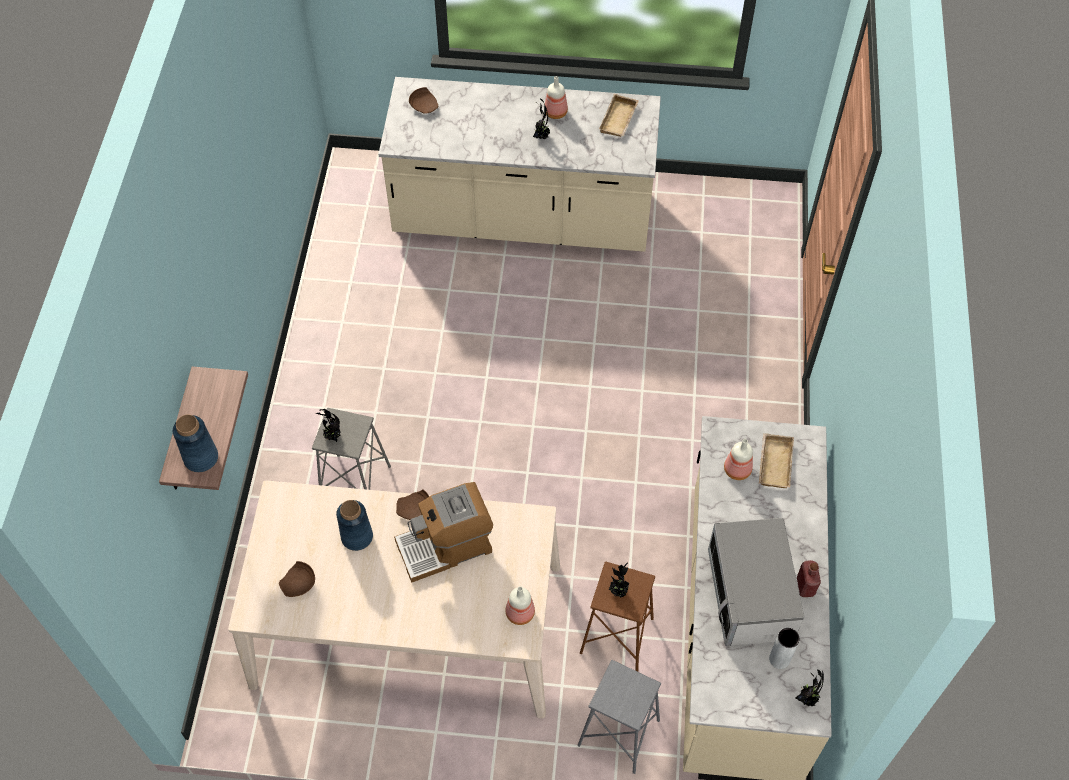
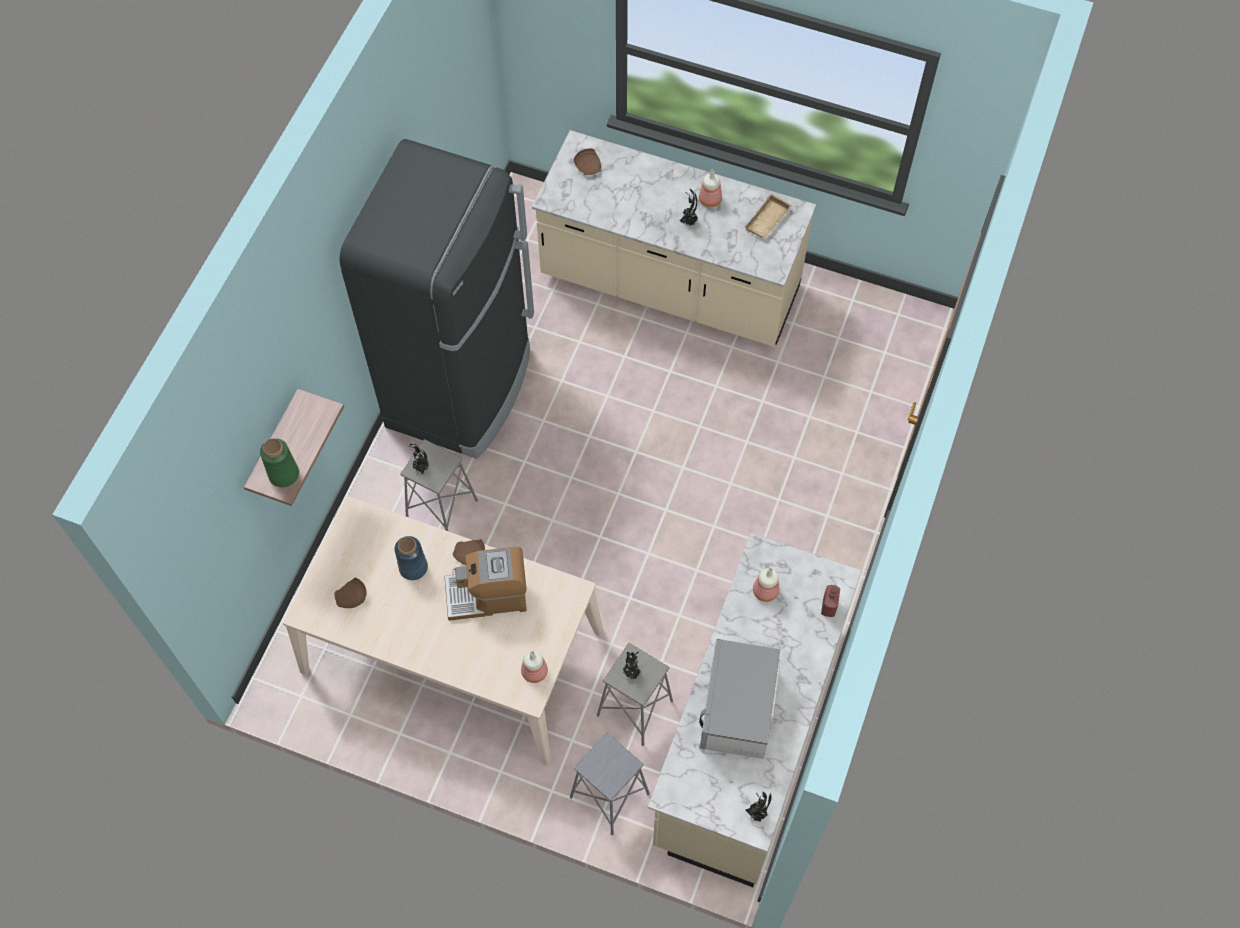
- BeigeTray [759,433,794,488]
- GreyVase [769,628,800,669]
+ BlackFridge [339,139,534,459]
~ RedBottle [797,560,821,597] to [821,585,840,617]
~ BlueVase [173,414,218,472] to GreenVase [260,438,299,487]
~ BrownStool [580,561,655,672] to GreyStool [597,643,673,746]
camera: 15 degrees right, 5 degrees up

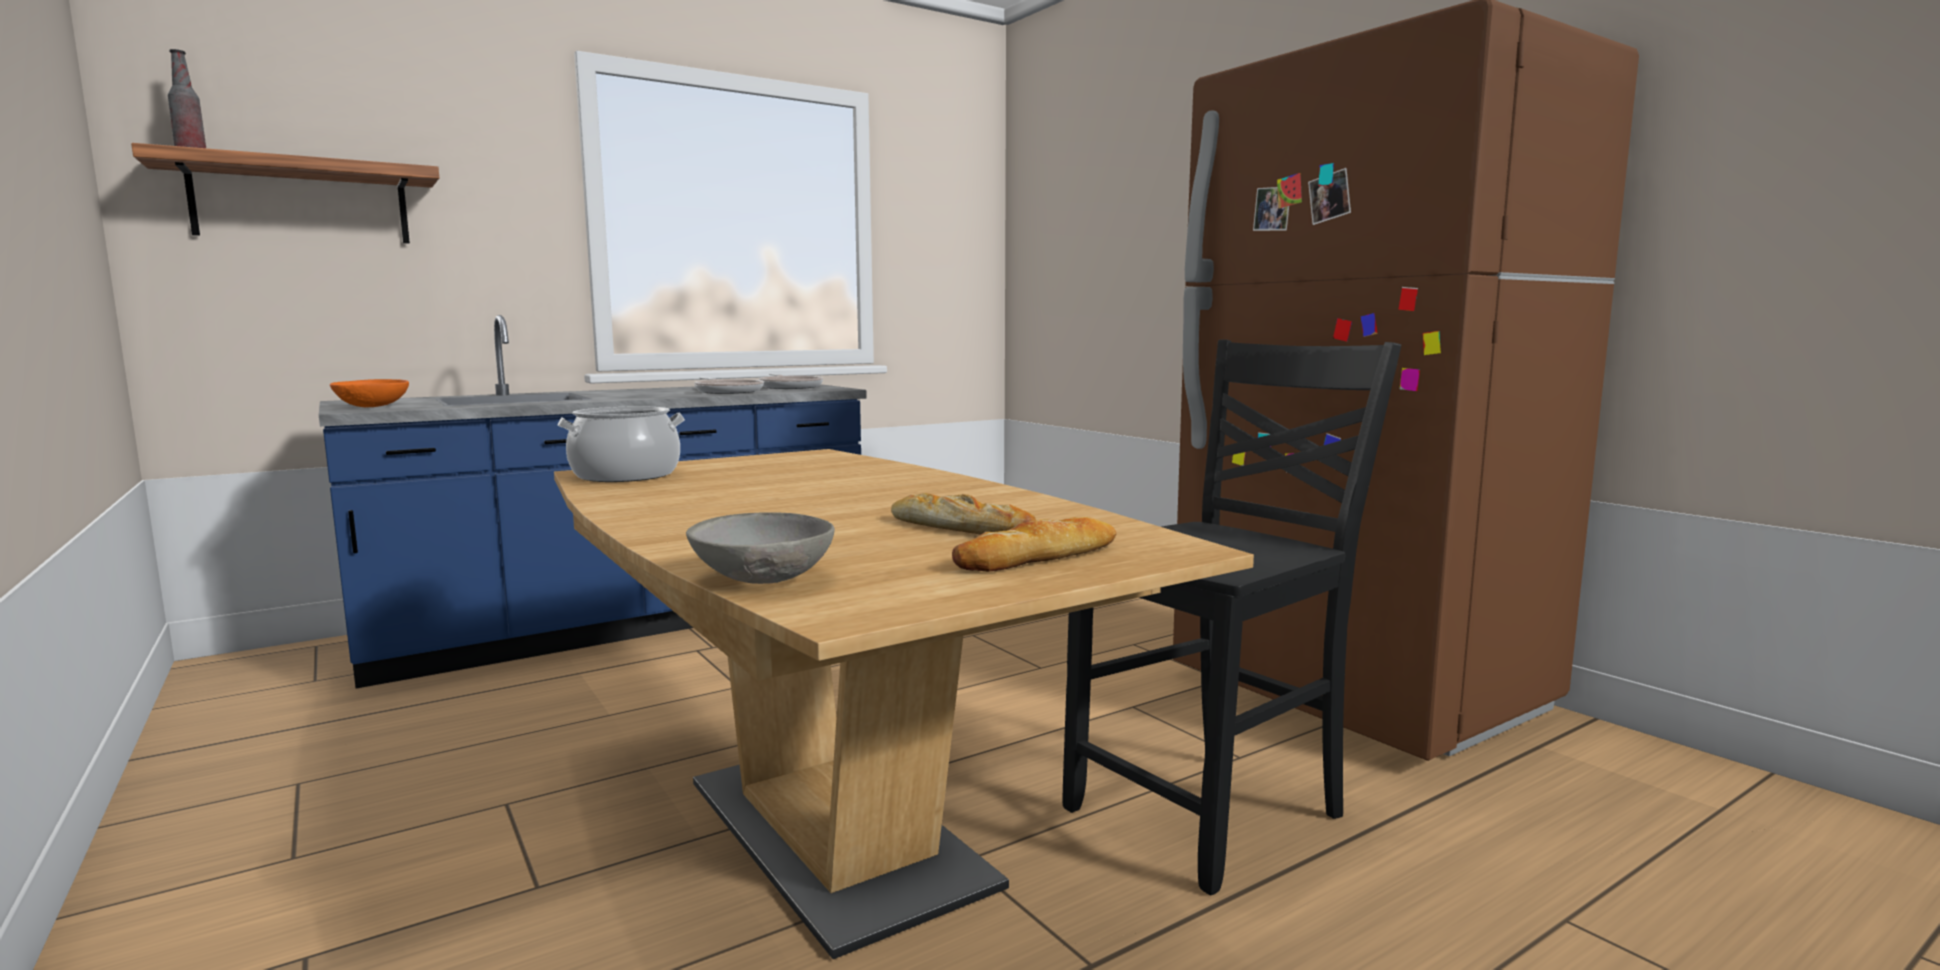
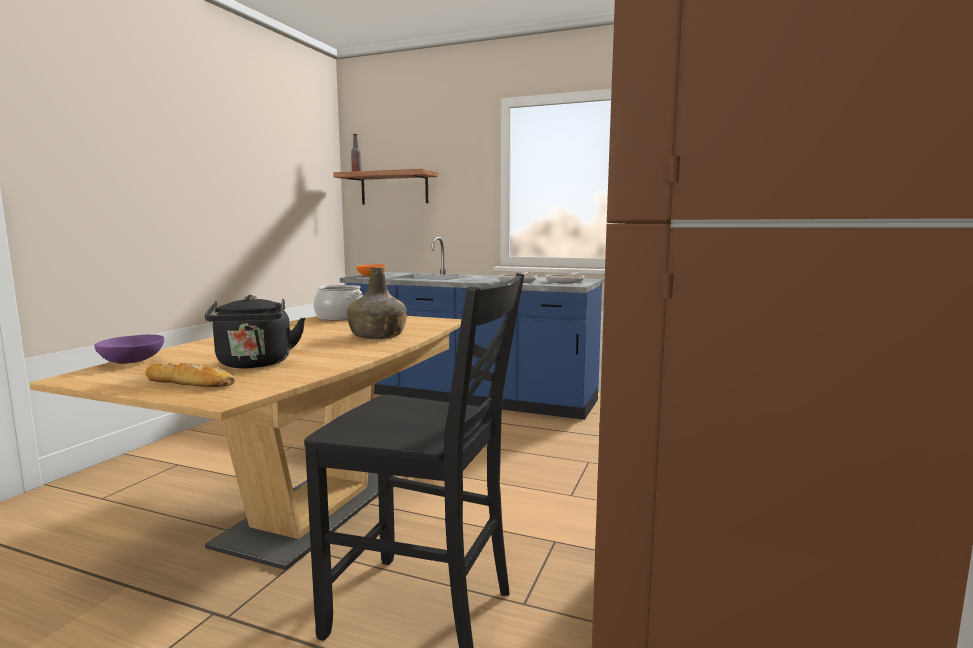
+ GreenBottle [347,267,407,339]
~ Bread [891,493,1036,534] to BlackKettle [205,295,305,368]
~ GreyBowl [686,512,835,584] to PurpleBowl [94,334,164,364]
camera: 55 degrees right, 0 degrees up

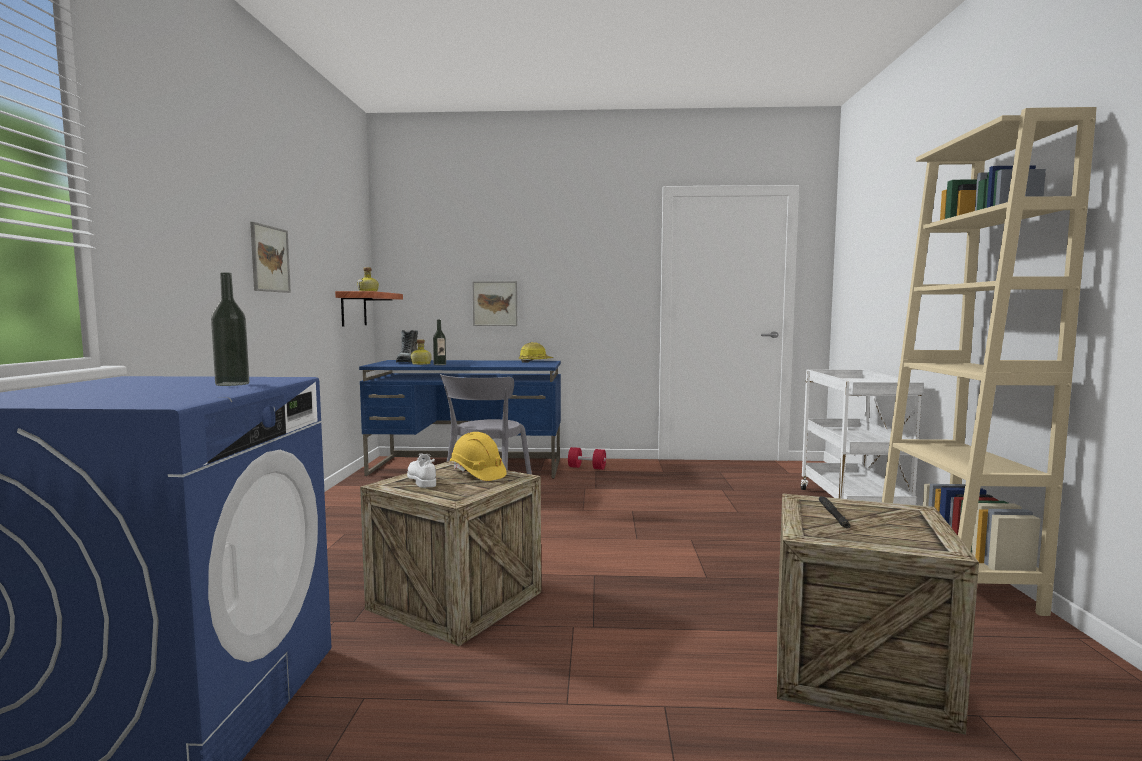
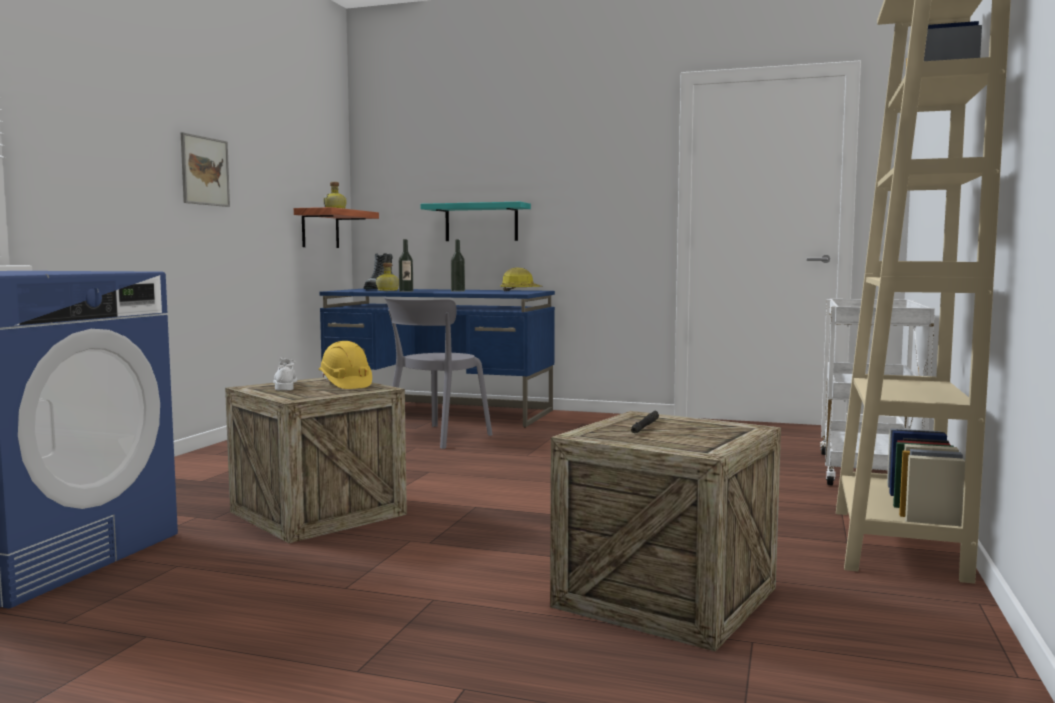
- RedDumbbell [568,447,606,470]
~ Bottle [211,272,249,386] to [451,239,465,292]
~ Picture [472,281,517,326] to TurquoiseShelf [420,202,531,241]
camera: 15 degrees right, 0 degrees up

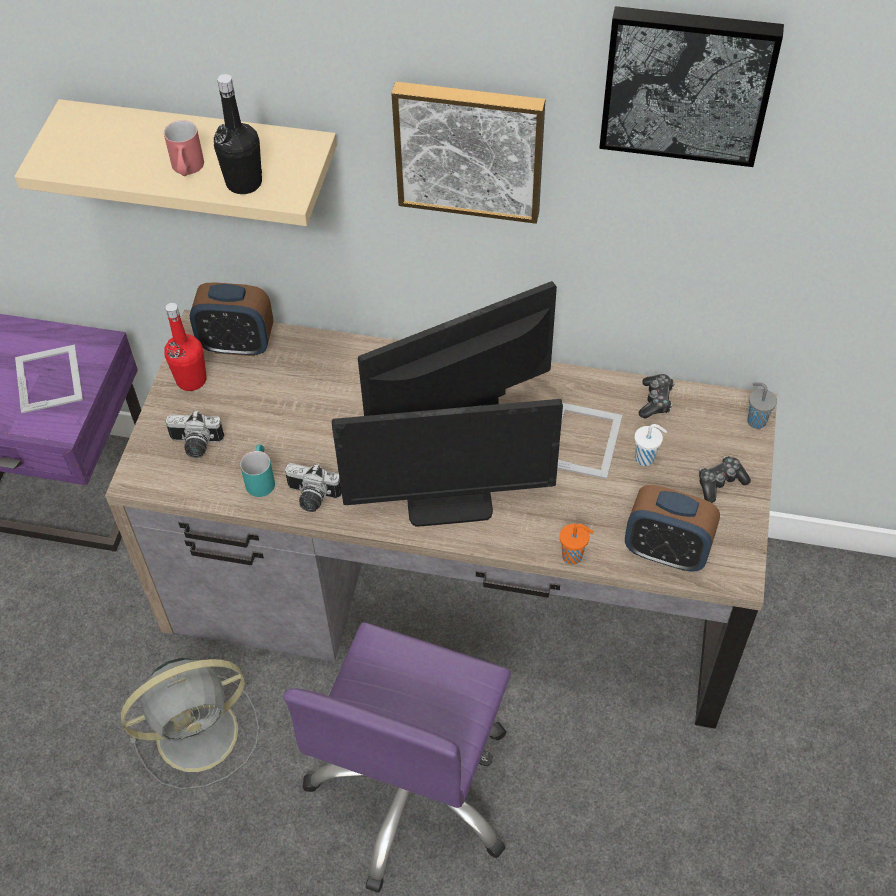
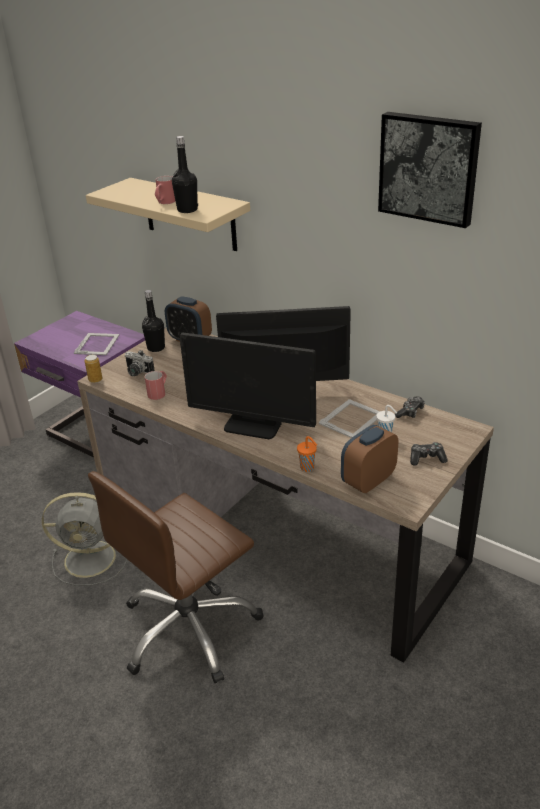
- PhotoCamera [285,463,342,512]
- Picture [391,82,545,224]
- GreyCup [747,383,777,429]
+ Can [85,355,102,383]
~ RedBottle [165,303,207,391] to BlackBottle [142,290,165,352]
~ TurquoiseMug [240,444,275,497] to RedMug [145,371,167,400]
~ PurpleOfficeChair [283,622,511,893] to BrownOfficeChair [88,471,264,684]
~ AlarmClock [625,485,720,571] = [341,425,398,493] 90 degrees clockwise
camera: 25 degrees right, 20 degrees down

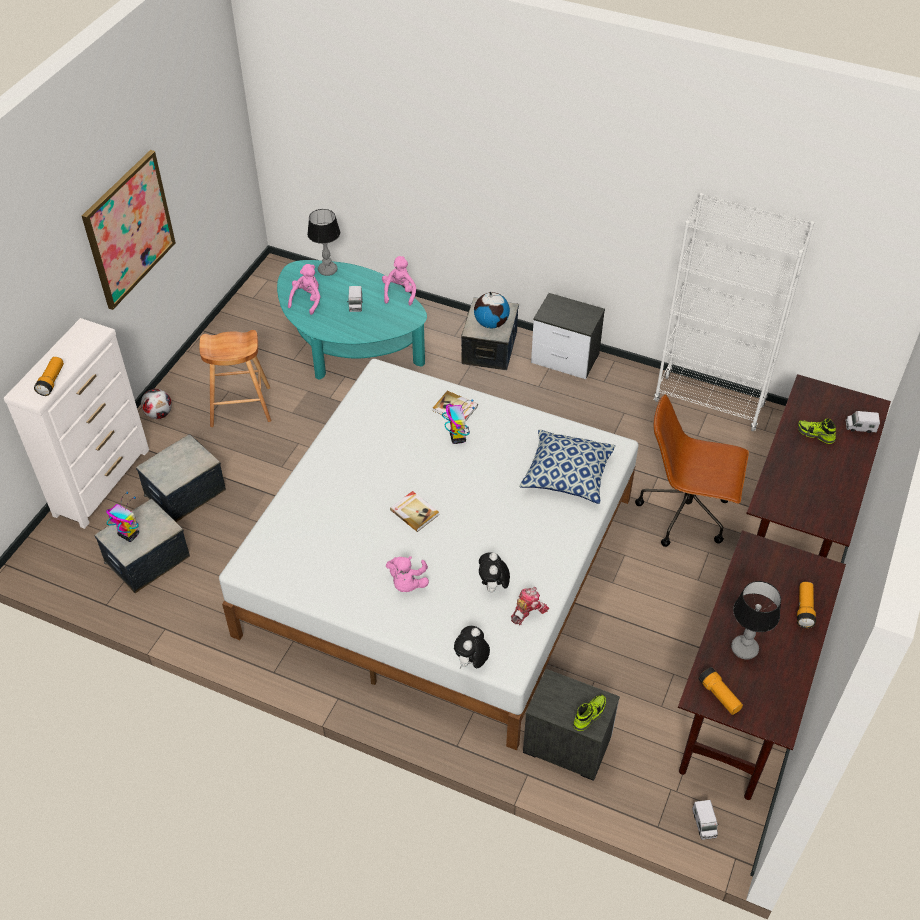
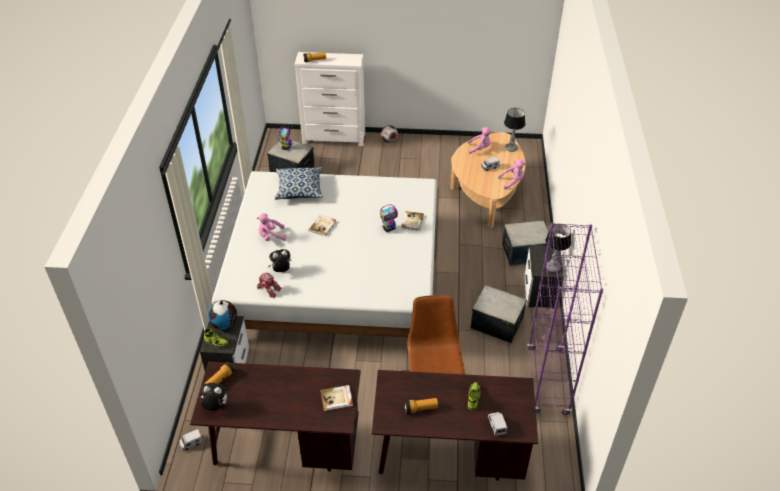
- Picture [82,150,176,310]
- BrownStool [200,330,272,427]
+ Book [320,385,353,411]
~ StorageBox [136,434,226,522] to [471,285,527,343]
~ PlushToy [454,626,490,669] to [199,383,227,411]
~ Globe [474,292,510,328] to [208,300,237,329]
~ Pillow [519,429,615,504] to [275,167,323,200]
~ TableLamp [731,581,781,660] to [545,224,571,272]
~ Flashlight [797,582,816,628] to [404,398,438,414]
~ TurquoiseCoffeeTable [277,260,427,380] to BeigeCoffeeTable [450,132,525,228]
~ WhiteBookcase [653,193,814,431] to PurpleBookcase [527,223,603,415]
camera: 70 degrees right, 5 degrees down

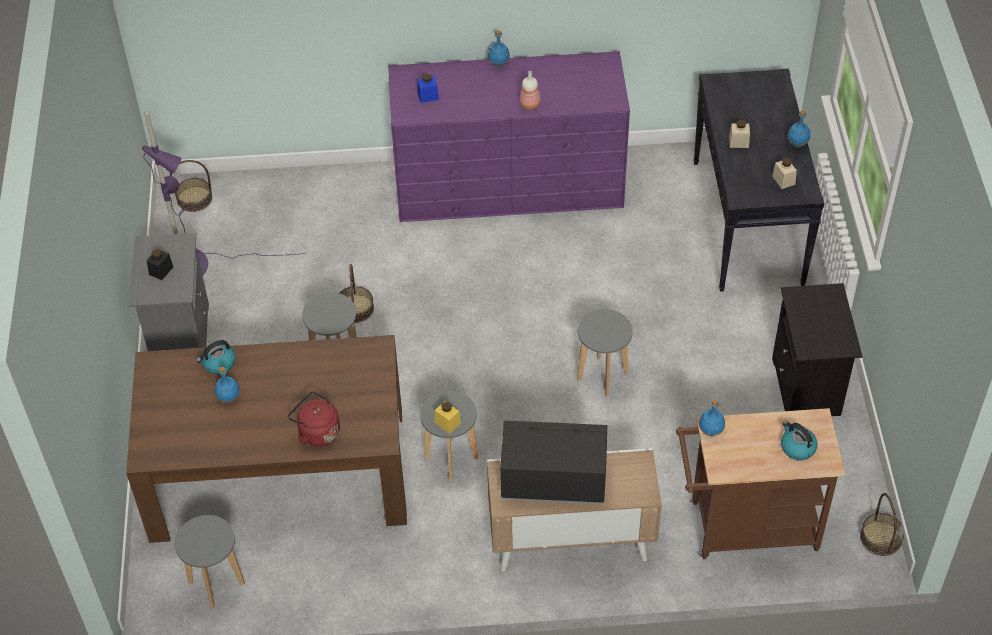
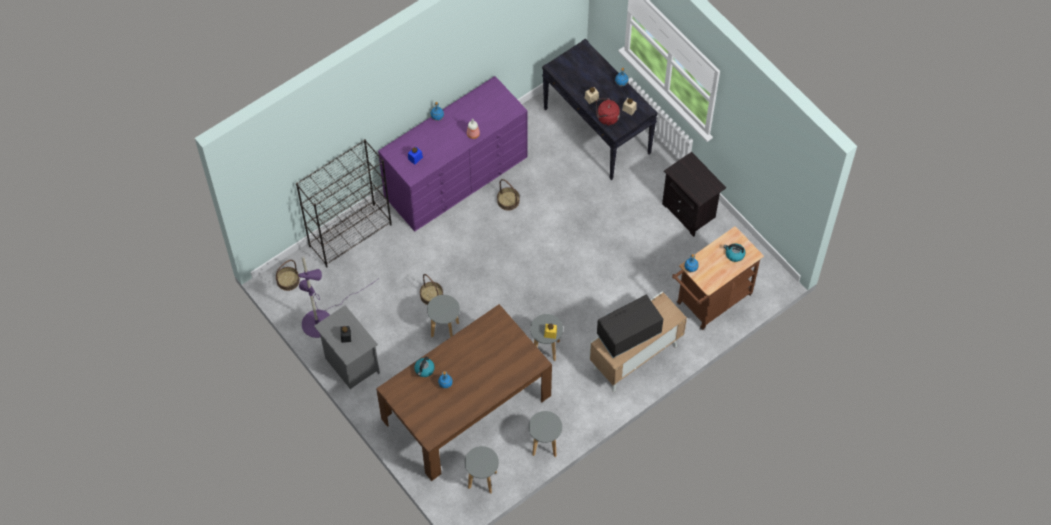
+ BlackBookcase [296,139,392,267]
~ RedKettle [288,391,340,447] to [596,98,620,126]
~ GreyStool [577,309,632,397] to [528,411,562,457]
~ Basket [860,493,904,556] to [497,179,520,211]
camera: 35 degrees left, 10 degrees up

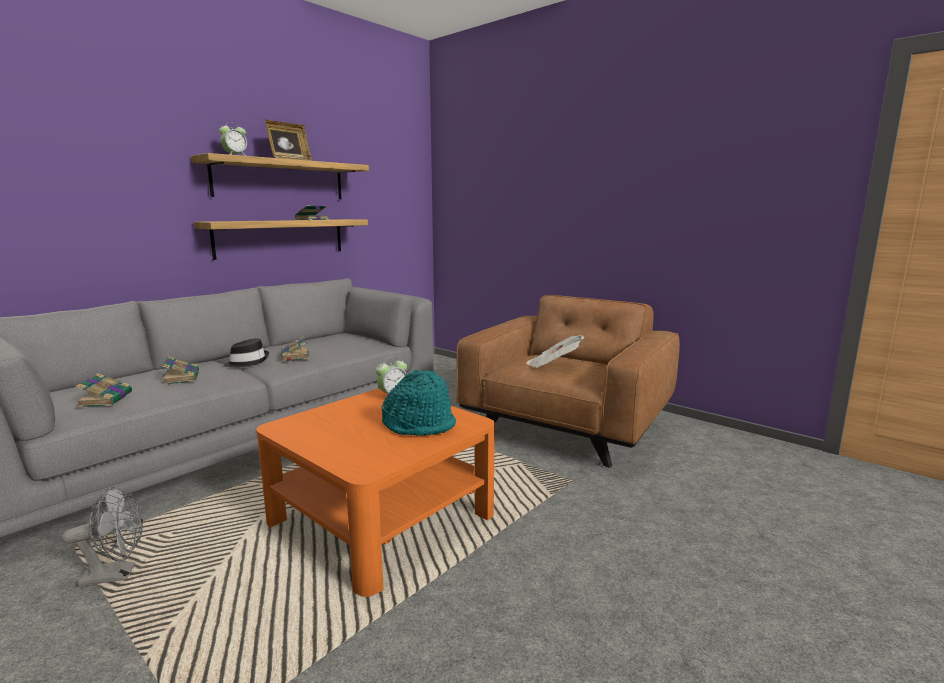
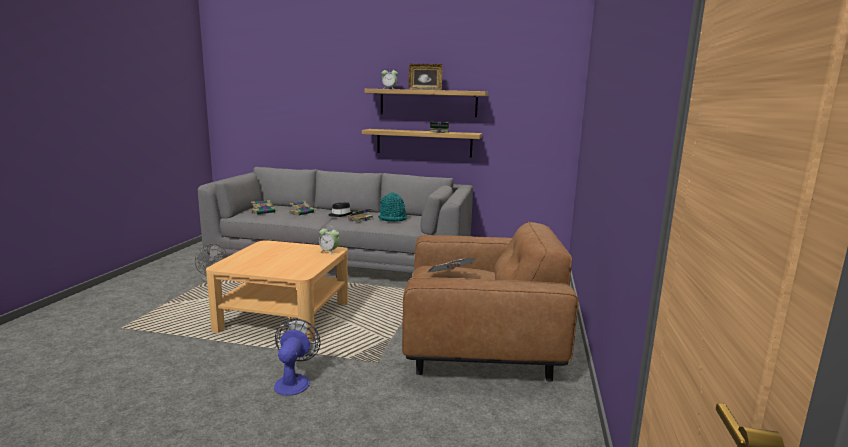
+ Fan [274,319,320,396]
~ TurquoiseHat [381,370,456,436] to [378,192,407,222]
~ OrangeCoffeeTable [256,388,495,597] to BeigeCoffeeTable [206,240,348,342]
camera: 60 degrees right, 0 degrees up

